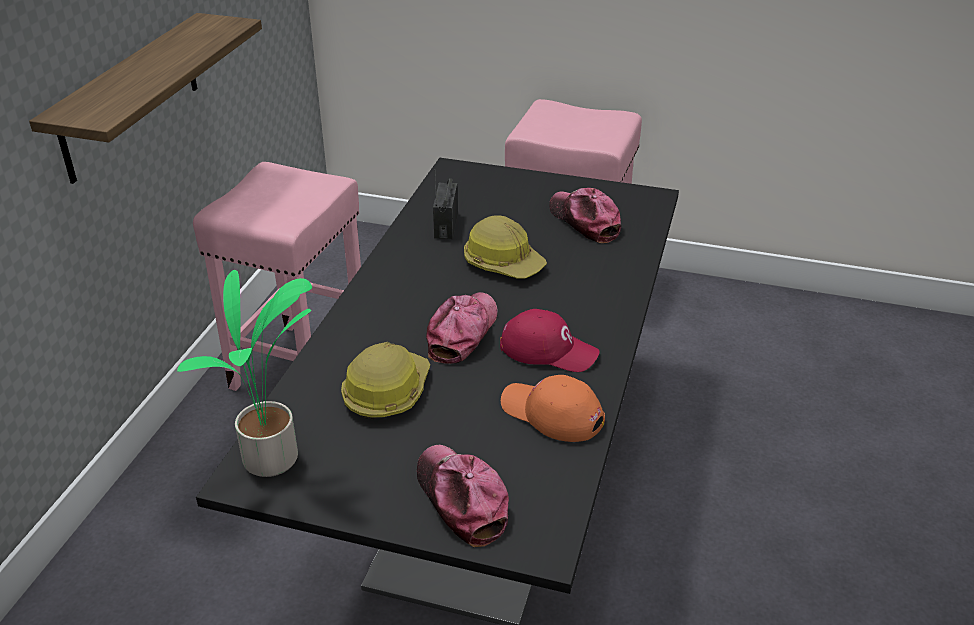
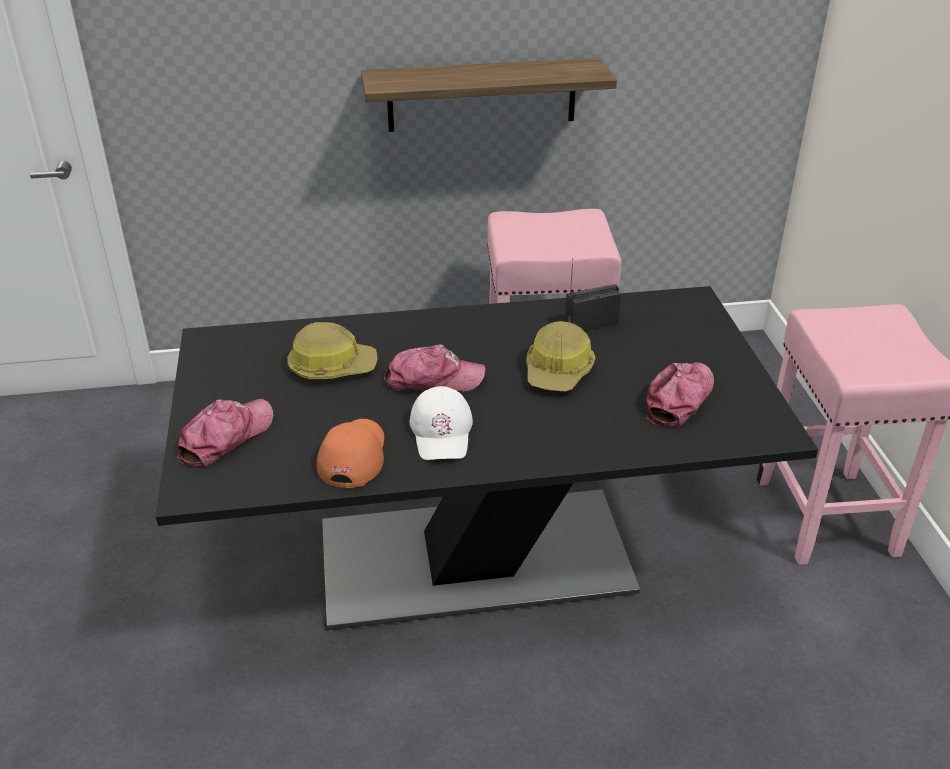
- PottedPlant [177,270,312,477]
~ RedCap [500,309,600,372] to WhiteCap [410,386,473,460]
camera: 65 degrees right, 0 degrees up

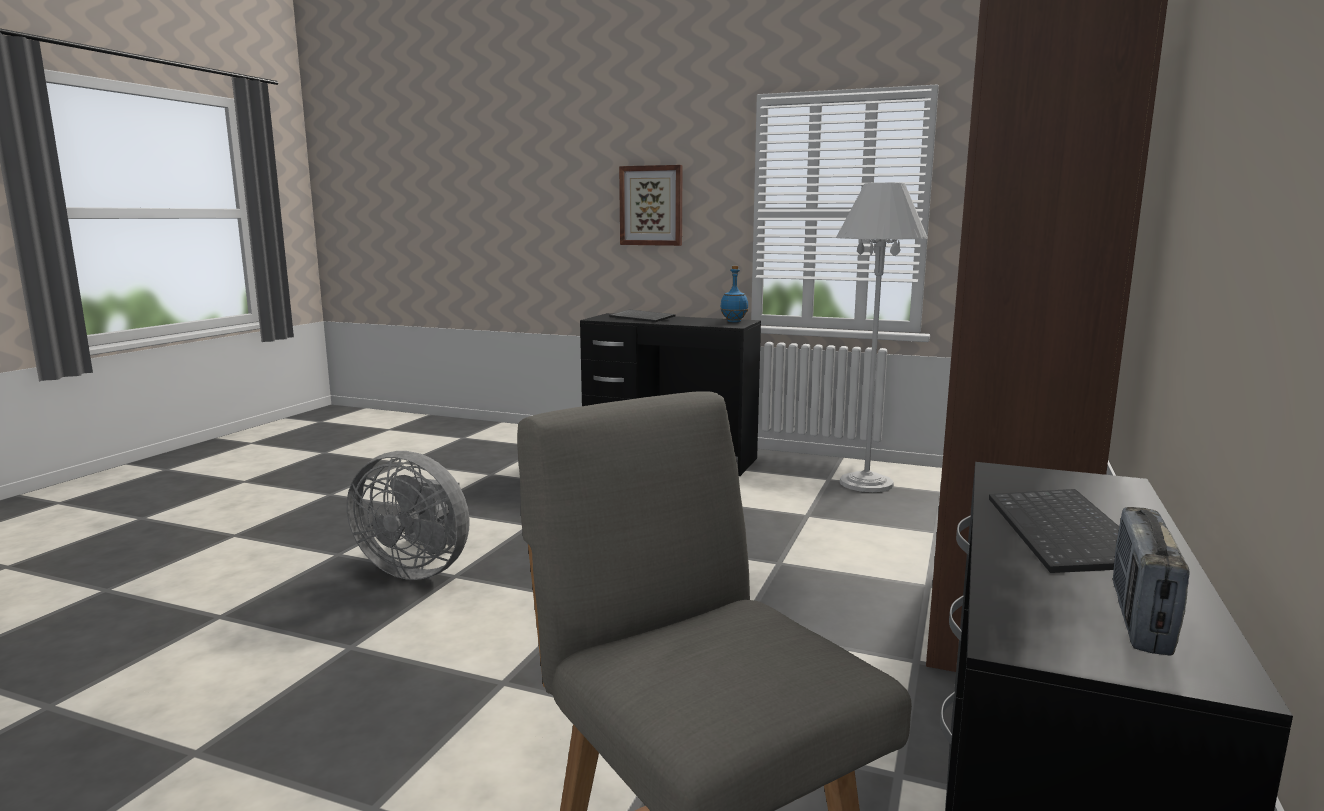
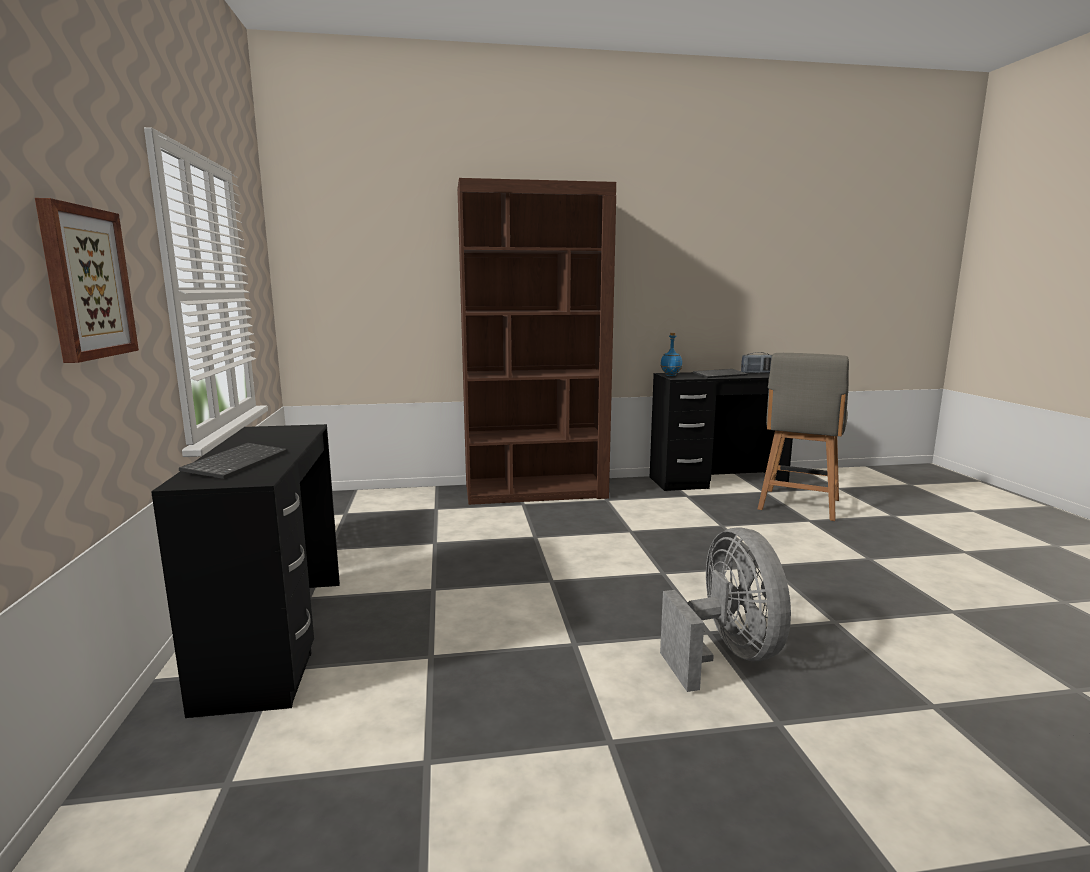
- WhiteFloorLamp [836,183,928,492]
~ BlueBottle [720,266,748,323] to [660,333,682,376]
camera: 120 degrees left, 0 degrees up

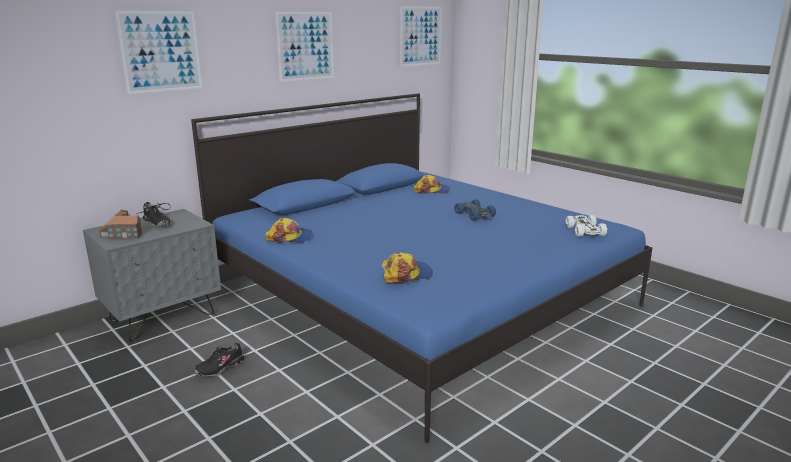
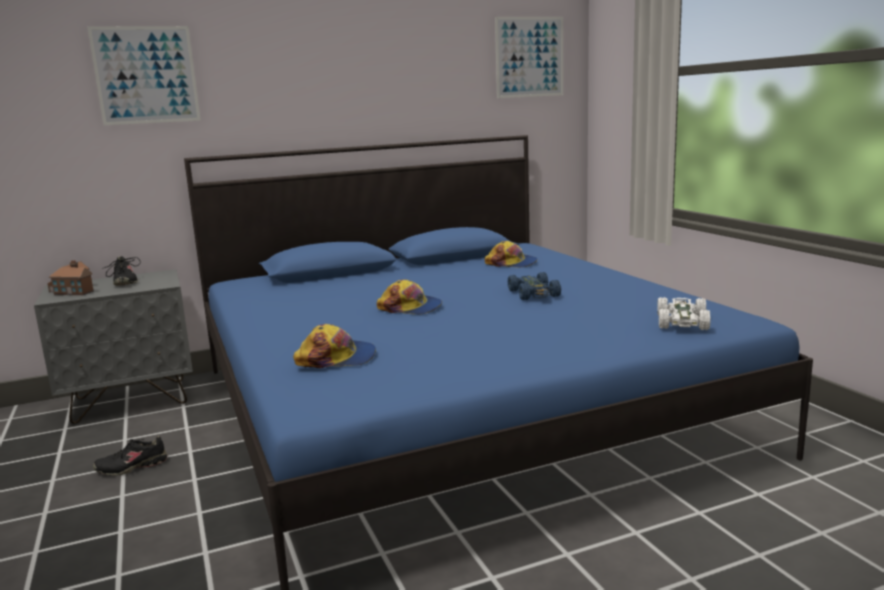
- Picture [275,12,334,82]
~ Cap [265,217,313,243] to [377,280,442,315]
camera: 20 degrees right, 5 degrees down

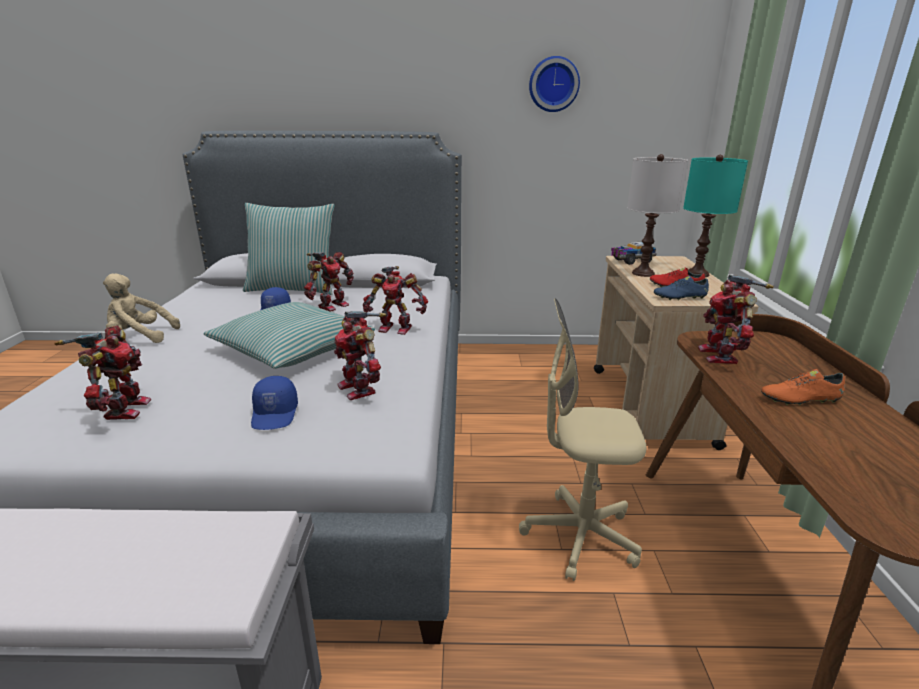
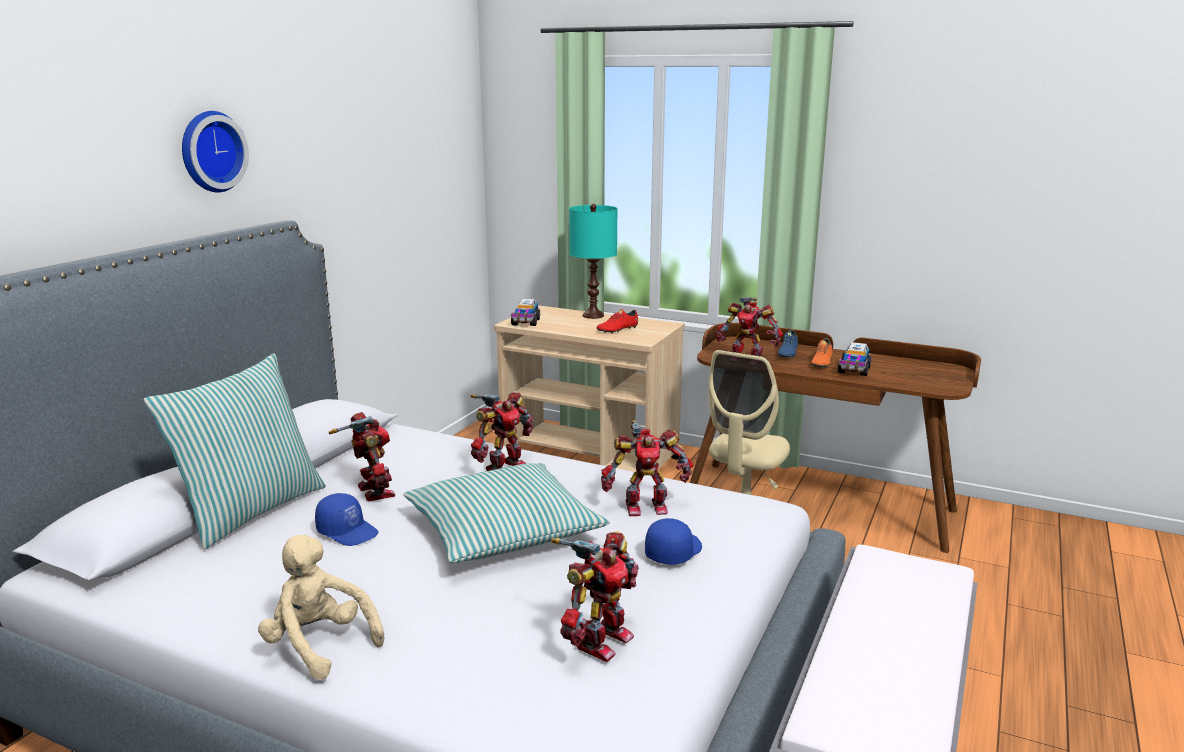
- WhiteTableLamp [627,154,688,277]
+ ToyTruck [838,342,872,376]
~ WallClock [529,56,580,112] to [182,111,249,192]
~ BlueShoe [654,276,709,300] to [778,330,798,359]
~ ToyRobot [54,325,151,420] = [551,531,639,662] 105 degrees clockwise
~ BeigePlushToy [103,274,180,343] = [258,535,384,680] 105 degrees clockwise
~ BlueCap [251,376,298,430] = [645,518,702,565] 75 degrees counterclockwise
camera: 65 degrees left, 5 degrees down

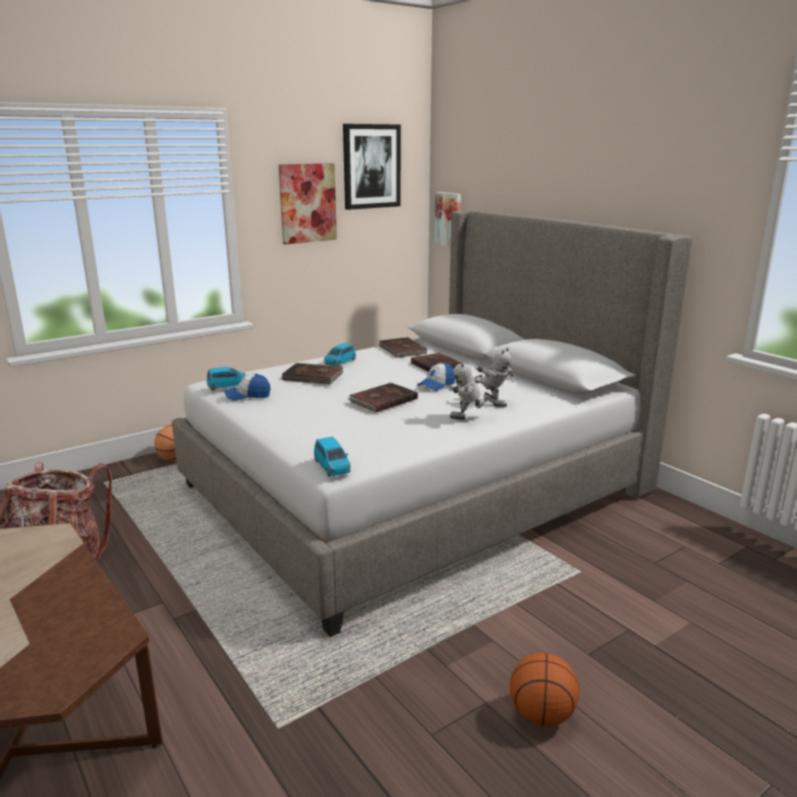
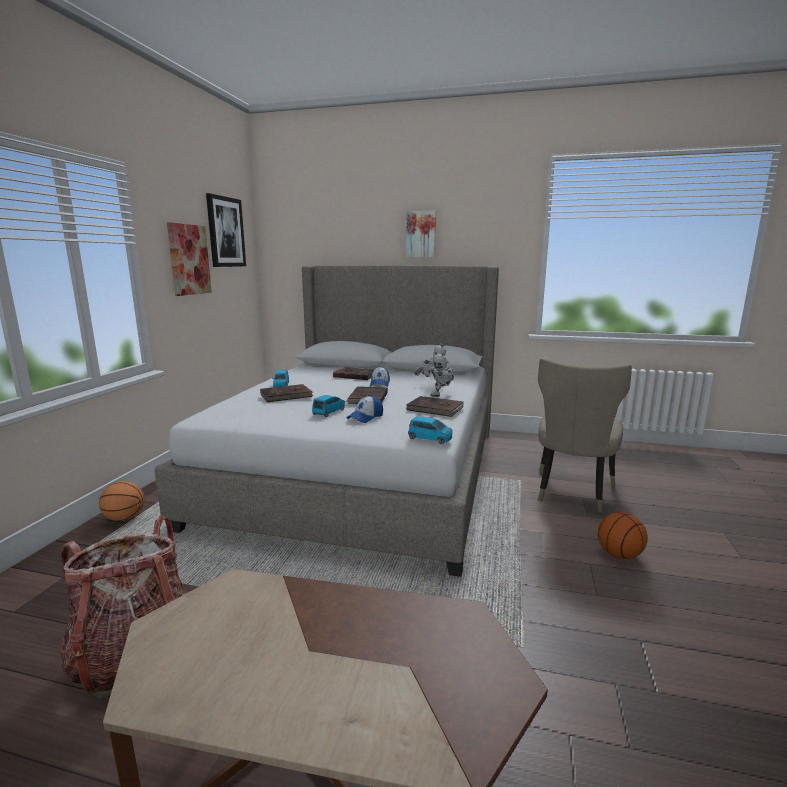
+ BeigeChair [538,357,632,513]
~ BlueToyCar [207,367,246,391] to [312,395,345,417]
~ Cap [224,374,270,401] to [346,395,383,423]
~ BrownBook [379,337,427,358] to [406,396,464,417]
~ Picture [434,192,461,247] to [406,211,436,257]
camera: 40 degrees left, 5 degrees down

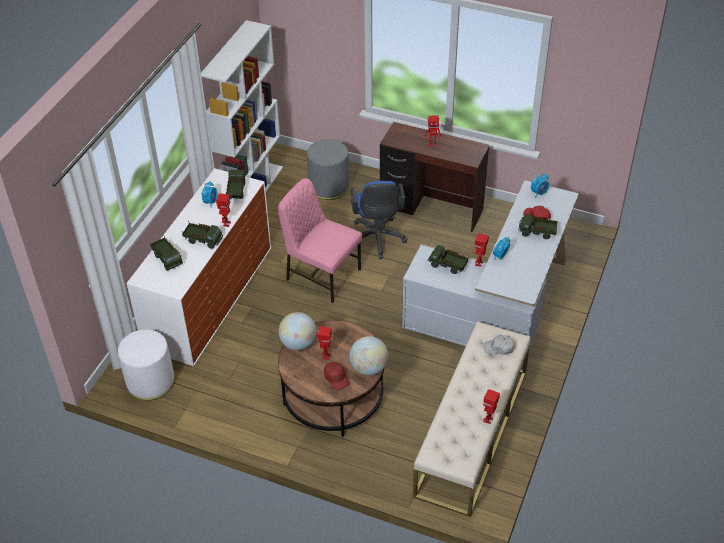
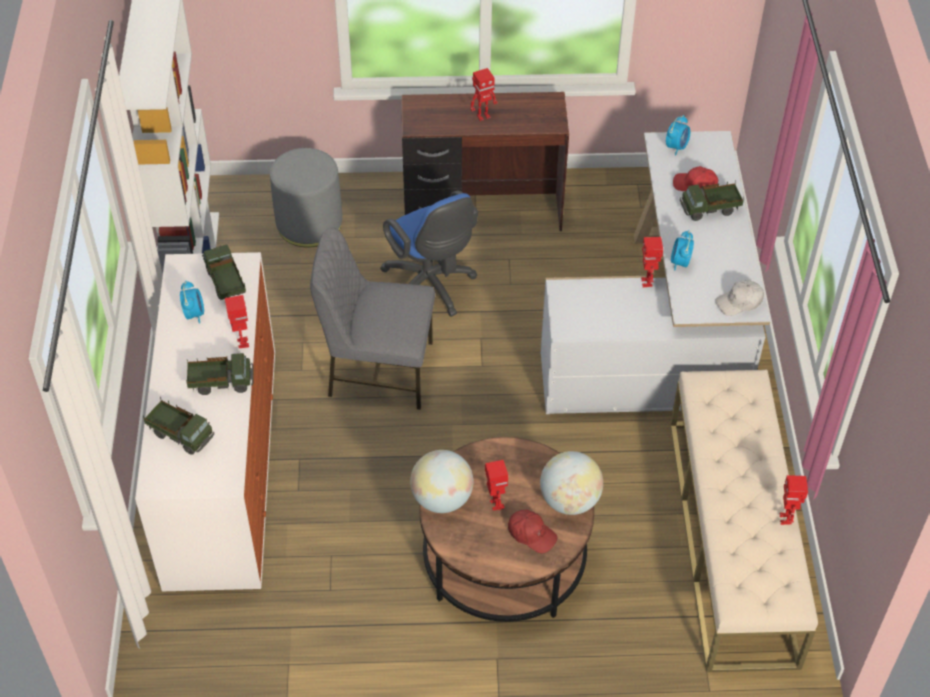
- WhiteOttoman [118,329,174,401]
- ToyTruck [428,245,469,274]
~ WhiteCap [483,335,515,355] to [715,280,764,316]
~ PinkChair [278,178,362,303] to GreyChair [310,227,435,410]
camera: 25 degrees left, 5 degrees up

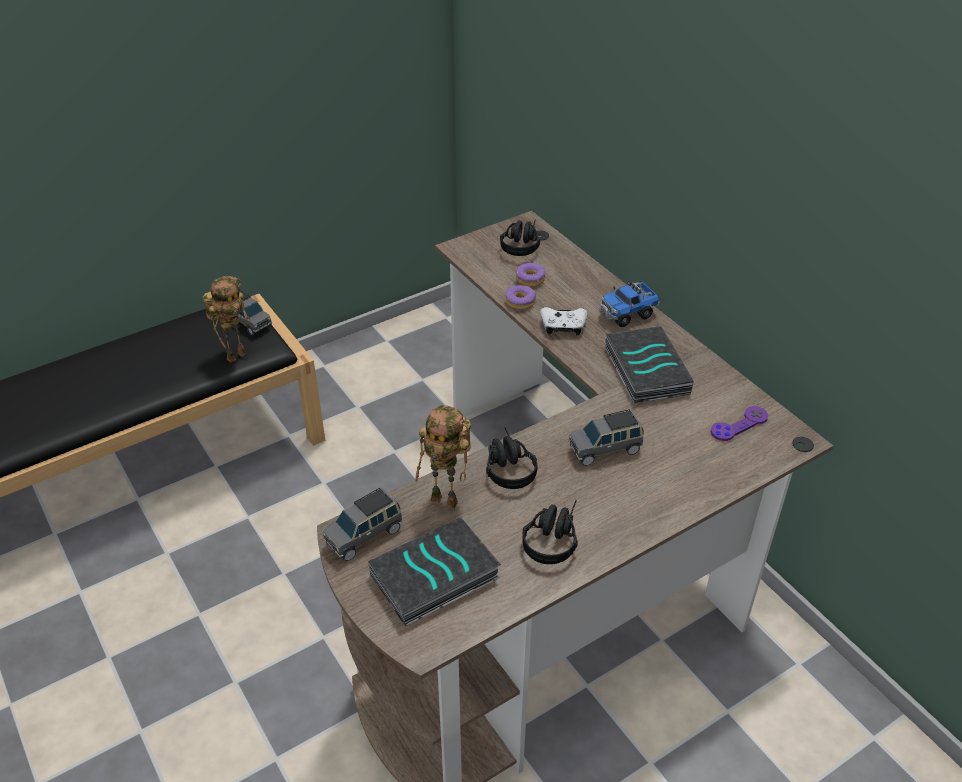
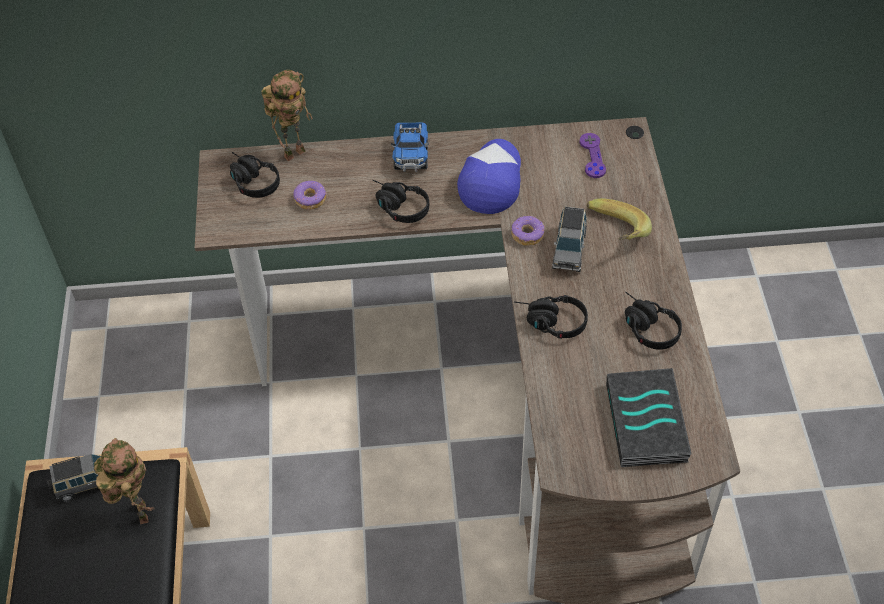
- GreyToyCar [323,487,403,561]
+ Banana [587,198,652,240]
~ ToyRobot [415,405,471,509] to [261,70,312,161]
~ Donut [505,285,536,310] to [511,216,545,246]
~ WhiteGameController [540,307,588,335] to BlackHeadphones [372,180,429,223]
~ Book [605,326,694,403] to Cap [457,139,521,214]
camera: 60 degrees left, 10 degrees up

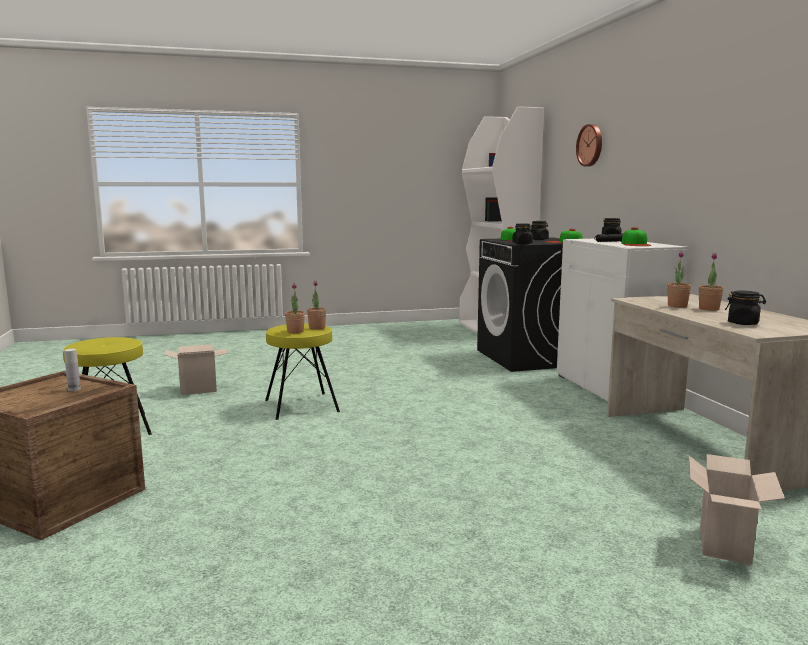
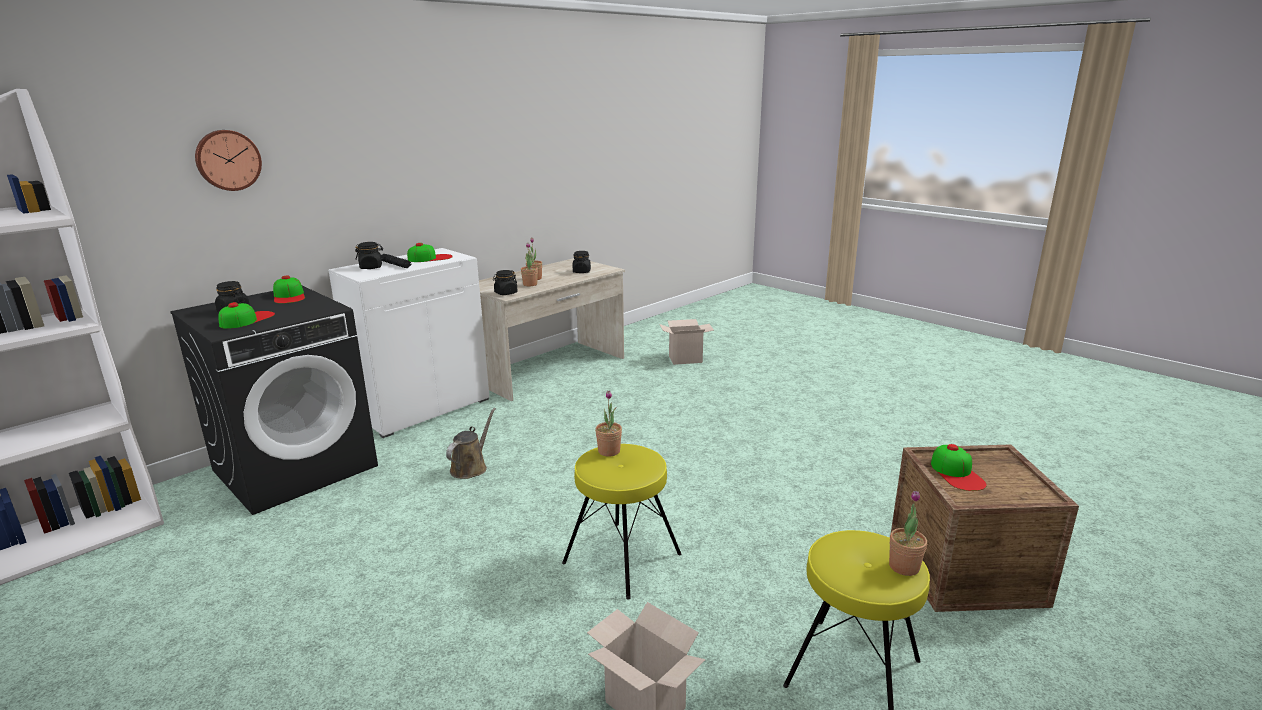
+ BrownWateringCan [446,408,496,479]
~ PottedPlant [285,283,305,333] to [889,491,927,576]
~ BlackJar [512,223,533,245] to [493,270,518,295]
~ WhiteBottle [64,349,81,391] to Cap [931,444,987,491]
camera: 120 degrees left, 10 degrees up

